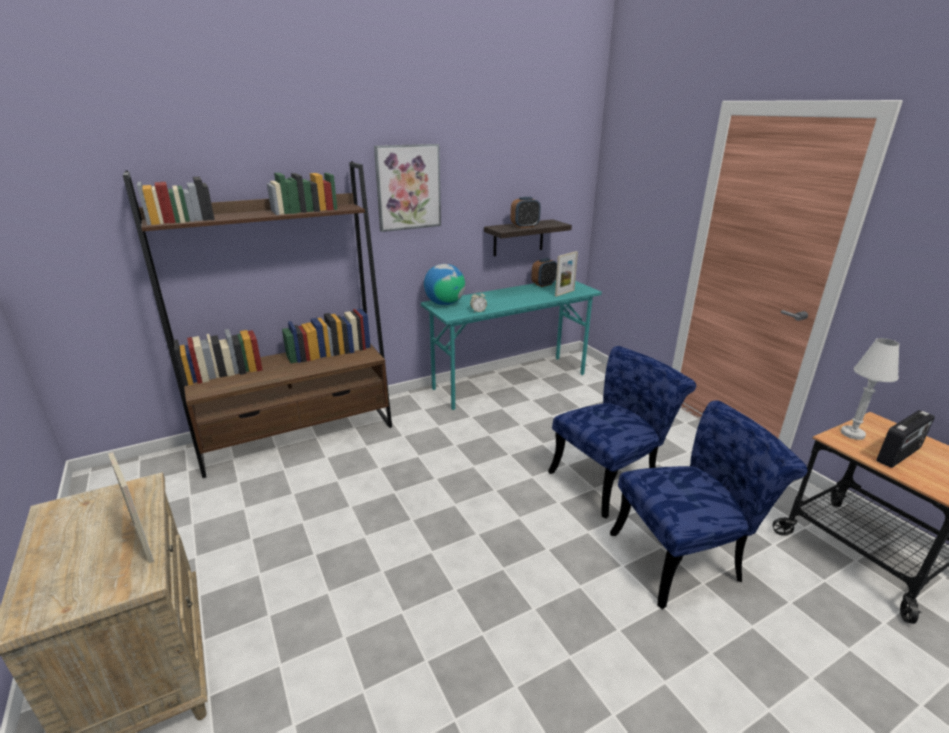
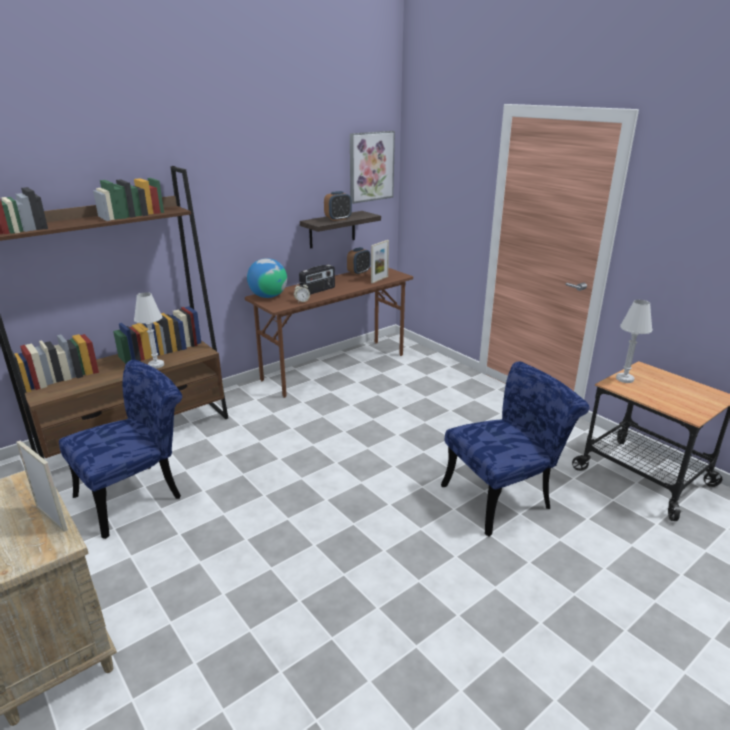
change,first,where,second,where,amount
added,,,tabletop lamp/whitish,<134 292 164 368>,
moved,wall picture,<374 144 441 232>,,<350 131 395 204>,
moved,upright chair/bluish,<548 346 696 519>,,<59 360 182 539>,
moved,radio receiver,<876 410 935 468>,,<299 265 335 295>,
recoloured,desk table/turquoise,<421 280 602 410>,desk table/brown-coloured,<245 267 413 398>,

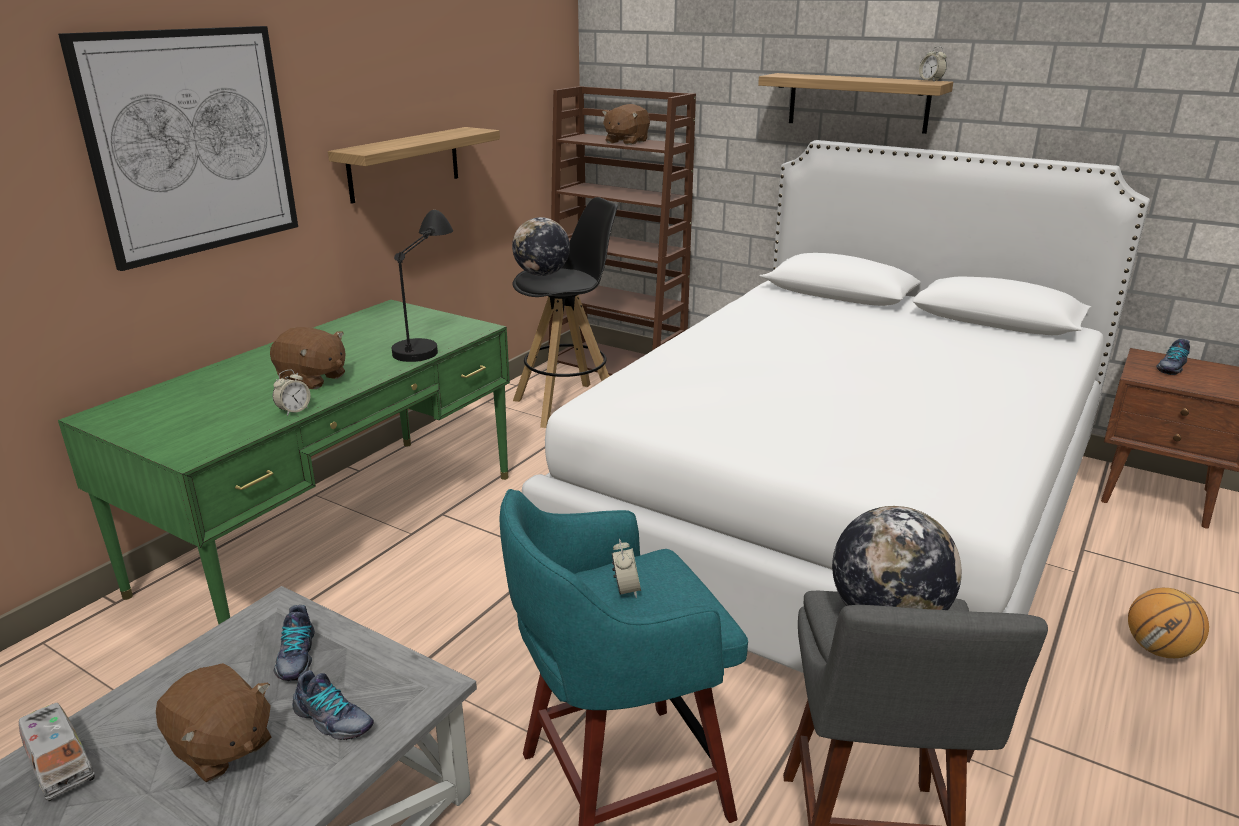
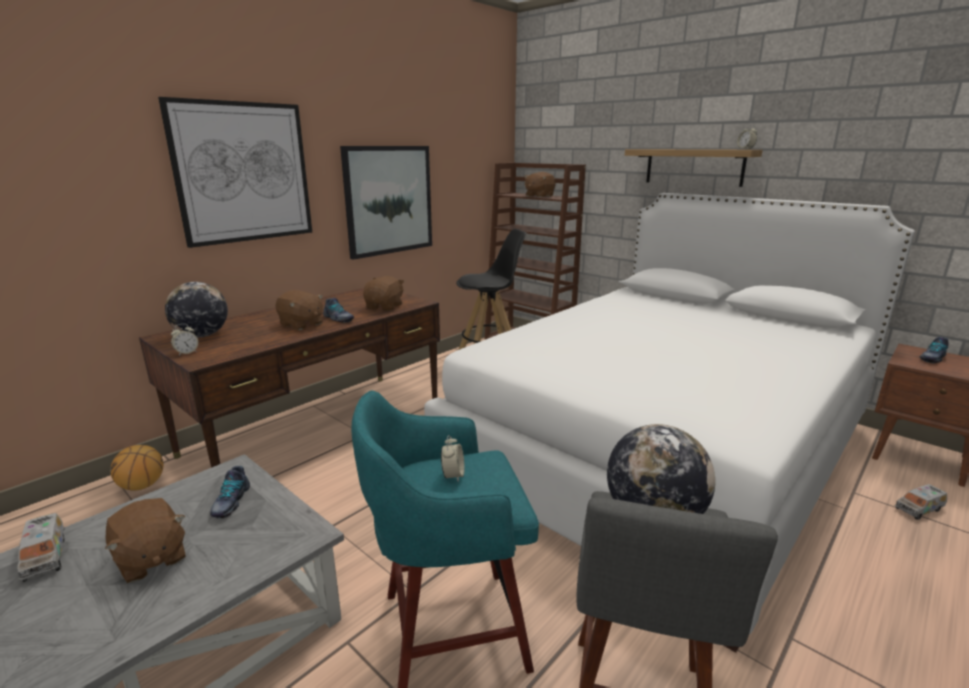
change,first,where,second,where,amount
added,,,model truck,<895 484 947 520>,
moved,bedside clock,<273 370 311 416>,,<171 324 198 356>,
moved,low shoe,<293 670 374 740>,,<323 298 354 322>,
moved,world globe,<512 217 570 276>,,<165 282 228 337>,
moved,ball for basketball,<1128 588 1209 658>,,<110 445 164 490>,
replaced,bracket shelf,<328 127 500 204>,wall picture,<340 146 432 260>,
replaced,tabletop lamp/black,<392 210 453 362>,plush toy/brown-coloured,<363 276 405 311>,
recoloured,desk table/green-coloured,<58 300 510 624>,desk table/brown-coloured,<139 288 440 468>,

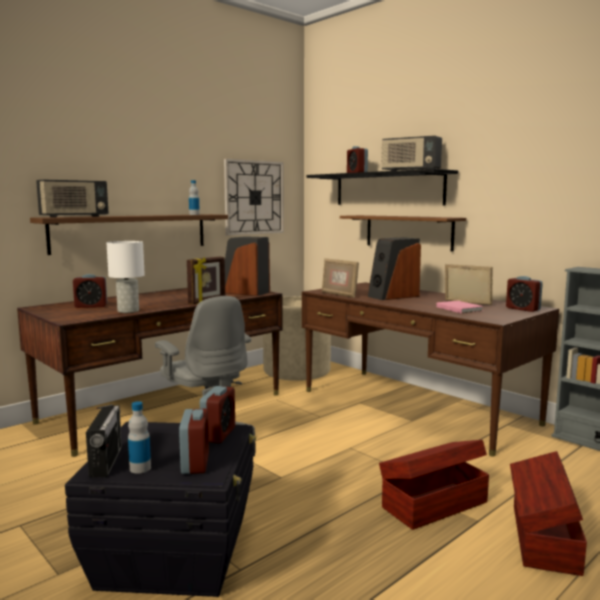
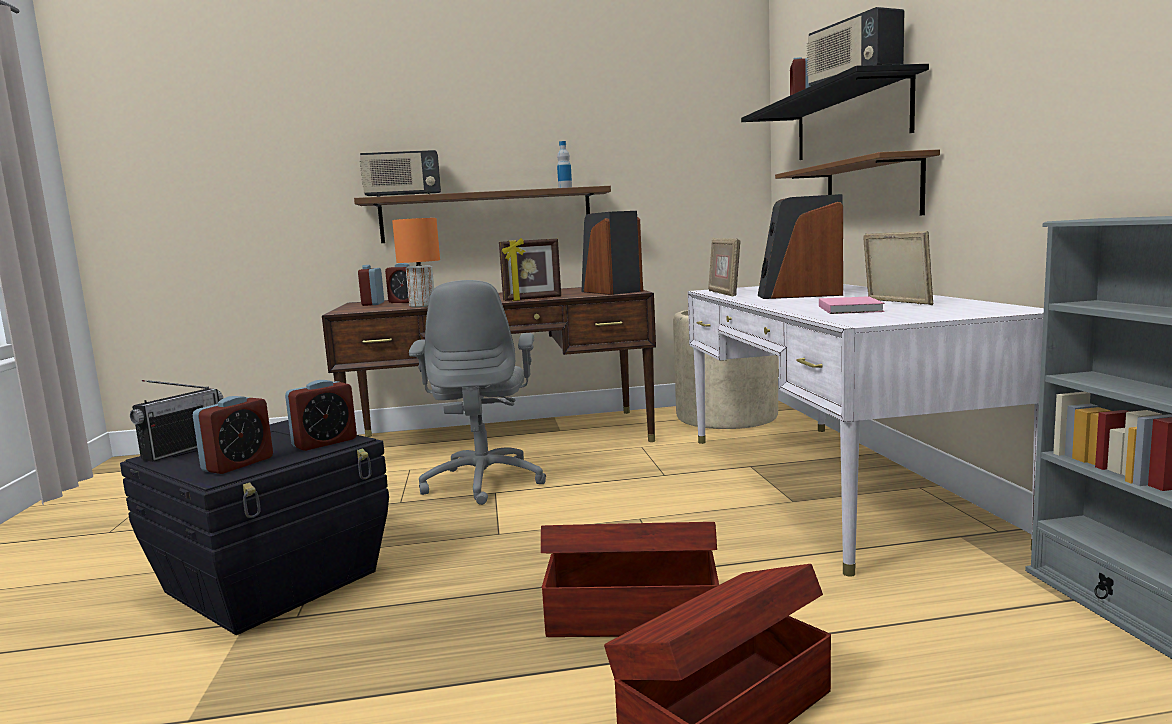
change,first,where,second,where,amount
removed,bottle,<128 401 151 474>,,,
removed,clock on the wall,<224 159 284 236>,,,
moved,bedside clock,<506 276 543 312>,,<358 265 384 306>,
recoloured,tabletop lamp/whitish,<106 241 145 313>,tabletop lamp/orangey,<392 218 440 307>,
recoloured,desk table/brown-coloured,<302 282 559 456>,desk table/whitish,<688 284 1044 577>,

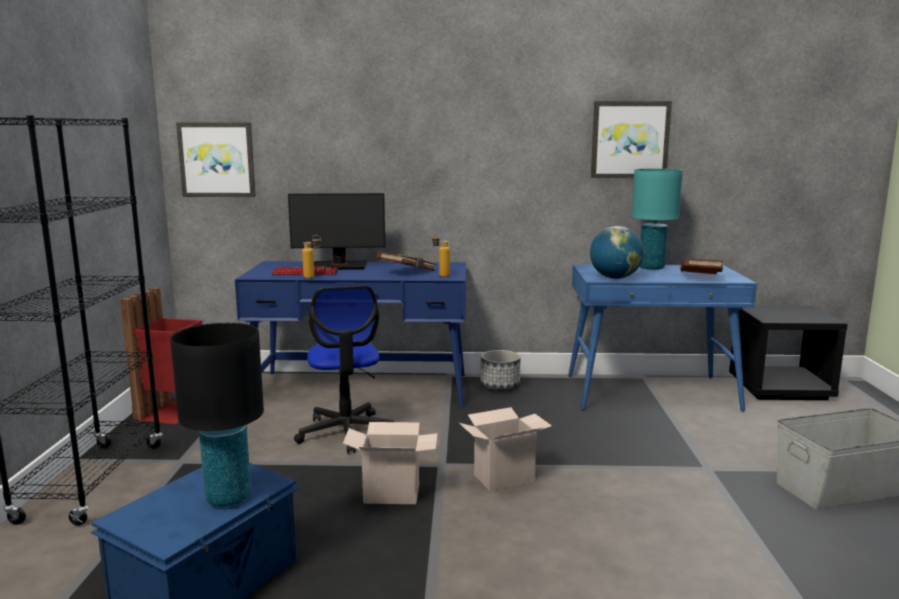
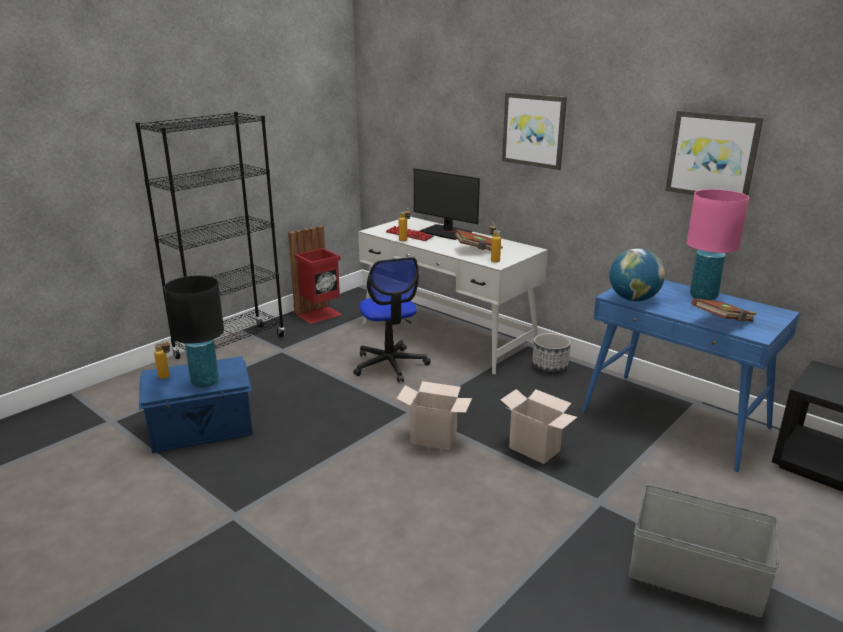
change,first,where,second,where,amount
added,,,bottle,<154 340 170 379>,
moved,wall picture,<176 122 256 197>,,<502 92 567 170>,
moved,carton,<343 422 437 504>,,<500 389 577 464>,
recoloured,desk table/bluish,<235 261 466 407>,desk table/whitish,<358 217 548 374>,
recoloured,tabletop lamp/turquoise,<632 168 683 270>,tabletop lamp/pinkish,<687 189 749 300>,
turned,computer chair,<294 285 394 454>,,<353 257 431 383>,45 degrees counterclockwise

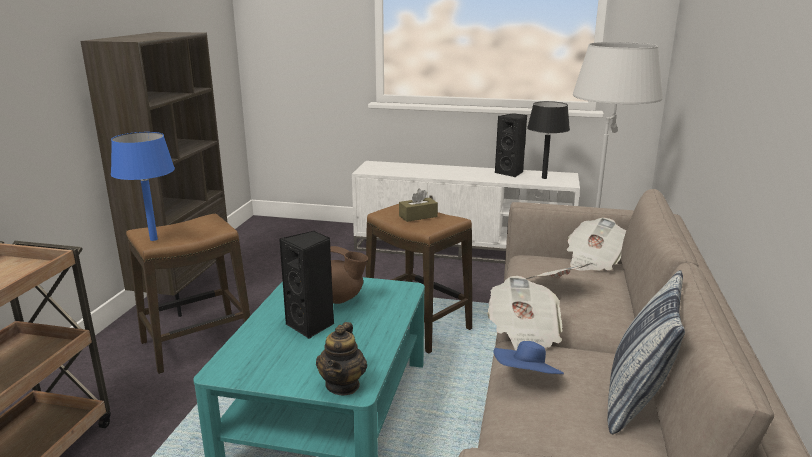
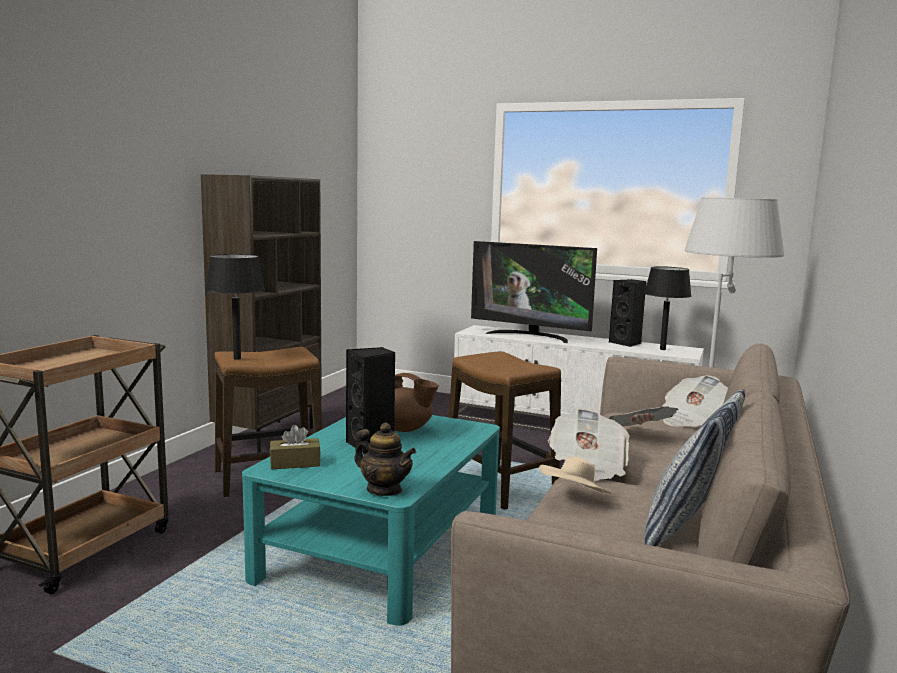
change,first,where,second,where,amount
added,,,TV,<471 241 597 343>,
moved,tissue holder/brown-coloured,<399 189 438 222>,,<270 425 321 470>,
recoloured,tabletop lamp/bluish,<111 132 175 241>,tabletop lamp/black,<205 254 265 360>,
recoloured,clothing hat/bluish,<493 341 564 374>,clothing hat/beige,<539 456 613 496>,
turned,pot for tea,<316 322 367 395>,,<354 423 416 496>,75 degrees counterclockwise

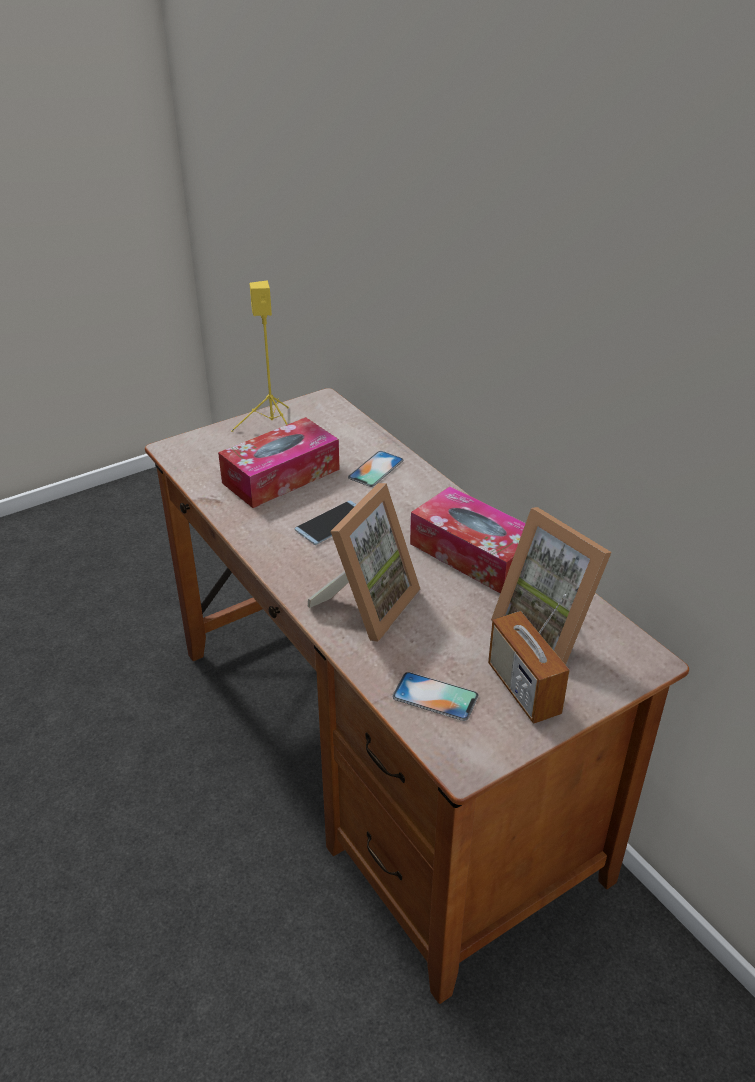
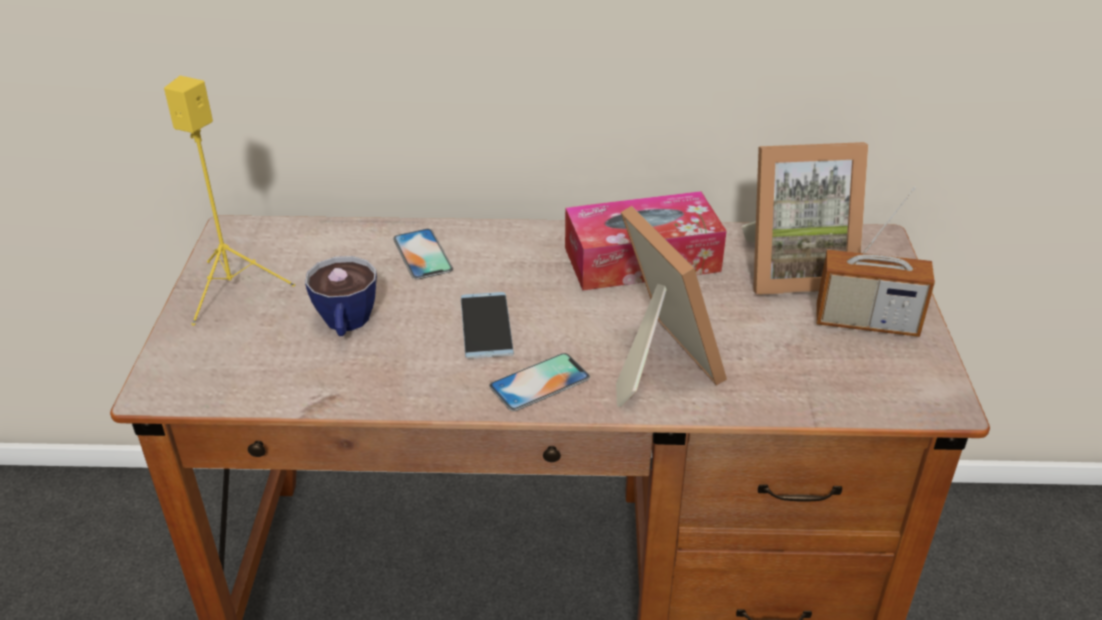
change,first,where,second,where,amount
moved,handset,<392 672 478 721>,,<489 353 590 411>,
replaced,tissue holder,<218 417 340 508>,small cup,<305 256 377 336>,

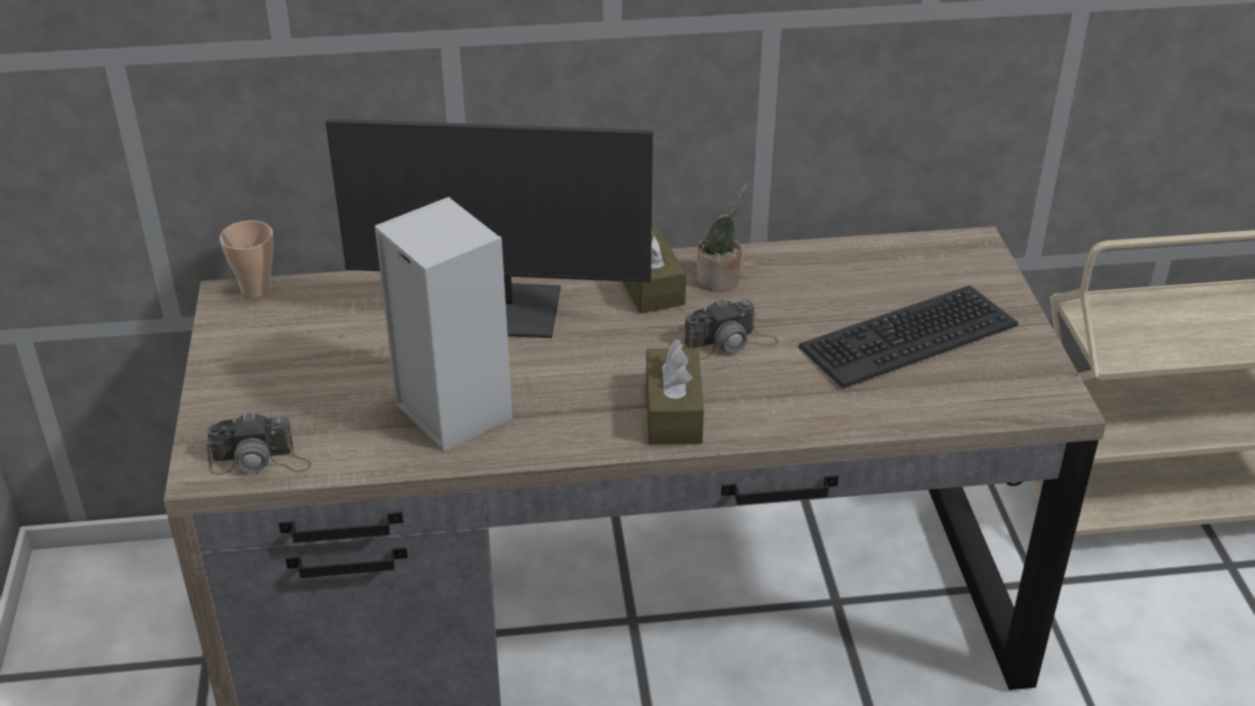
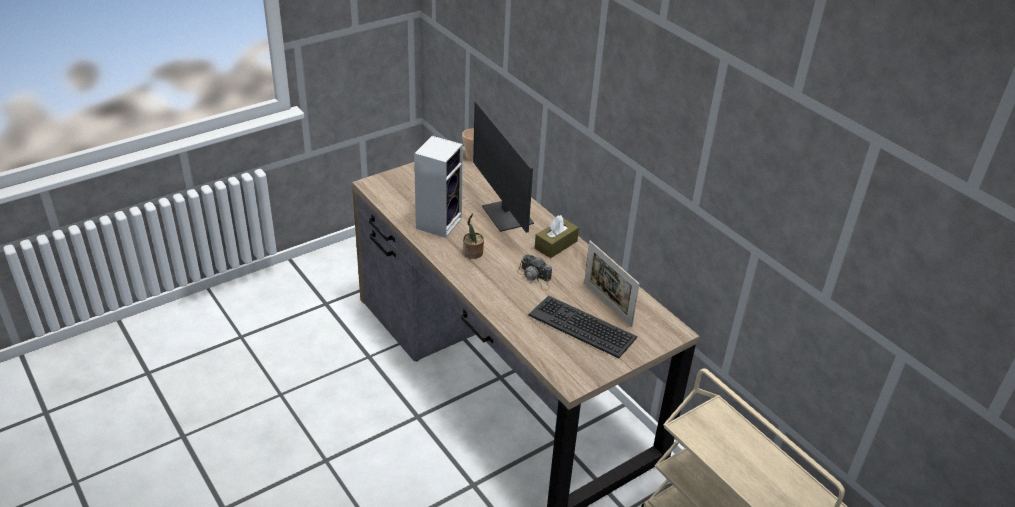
change,first,where,second,where,amount
removed,photo camera,<206 412 312 475>,,,
removed,tissue holder/brown-coloured,<646 339 704 444>,,,
added,,,photo frame,<584 241 640 327>,
moved,plant in a pot,<696 184 747 292>,,<463 213 484 259>,

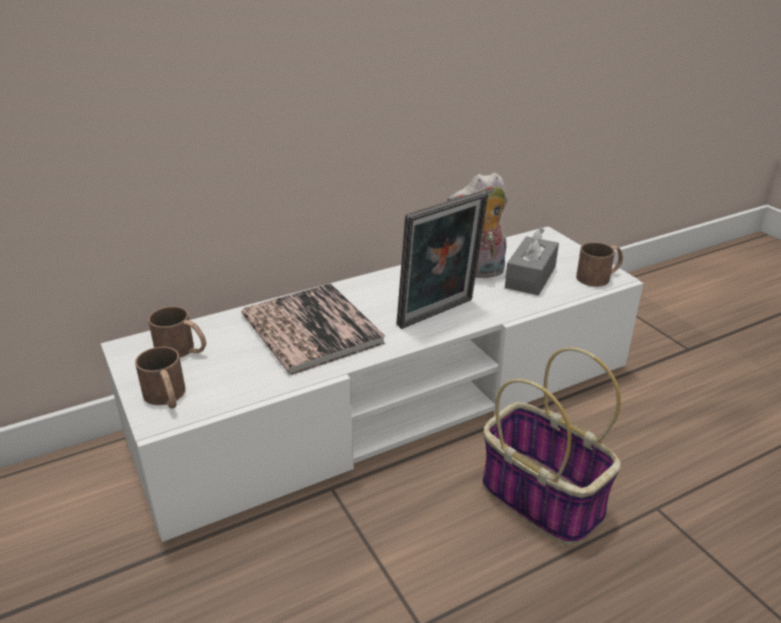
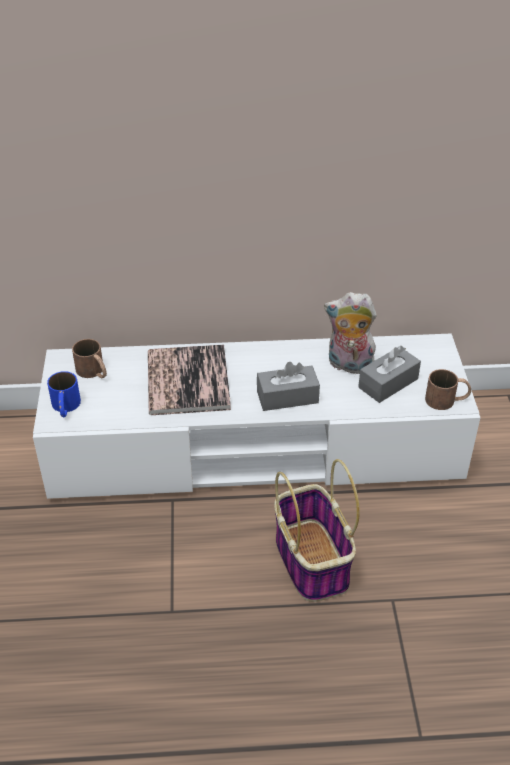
change,first,where,second,where,amount
replaced,photo frame,<397 191 488 329>,tissue holder/greyish,<257 362 320 411>,
recoloured,coffee mug/brown-coloured,<135 347 185 409>,coffee mug/bluish,<47 371 81 417>,

